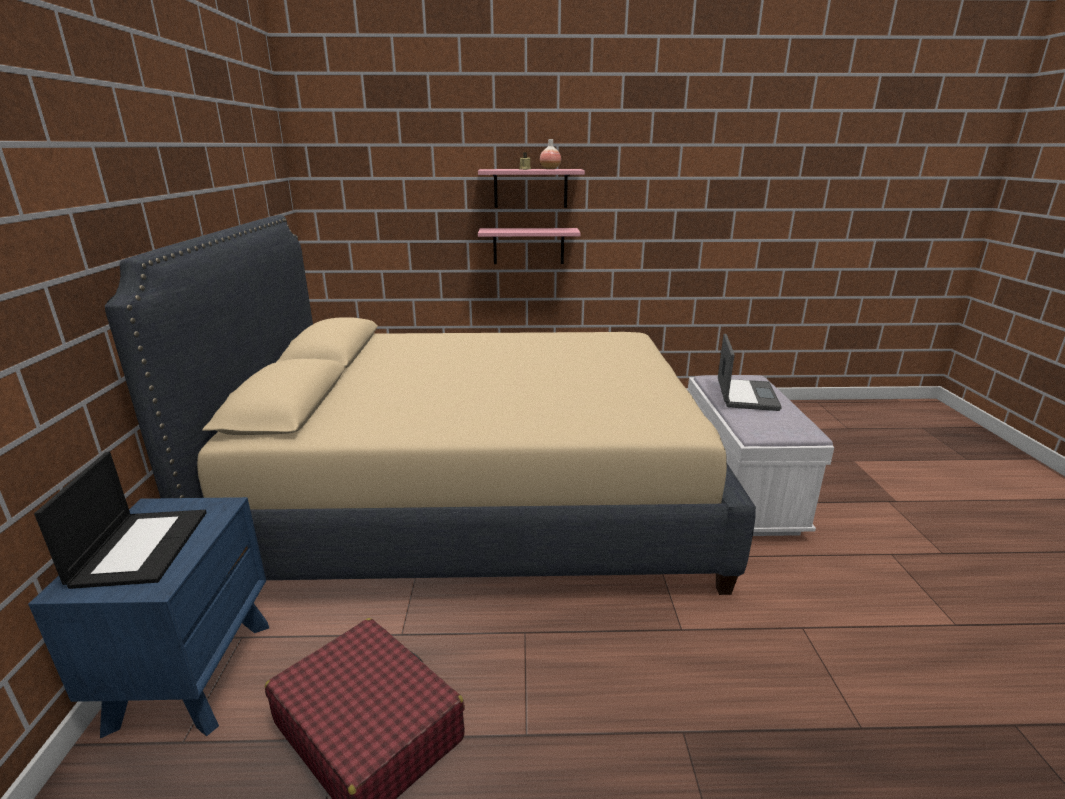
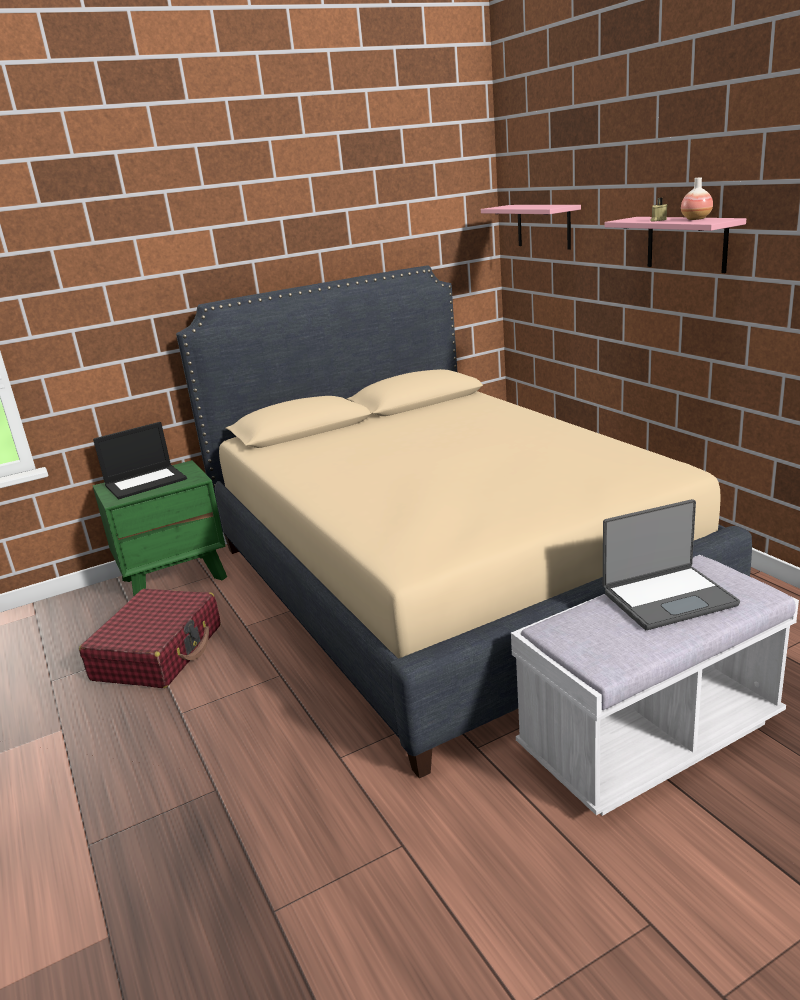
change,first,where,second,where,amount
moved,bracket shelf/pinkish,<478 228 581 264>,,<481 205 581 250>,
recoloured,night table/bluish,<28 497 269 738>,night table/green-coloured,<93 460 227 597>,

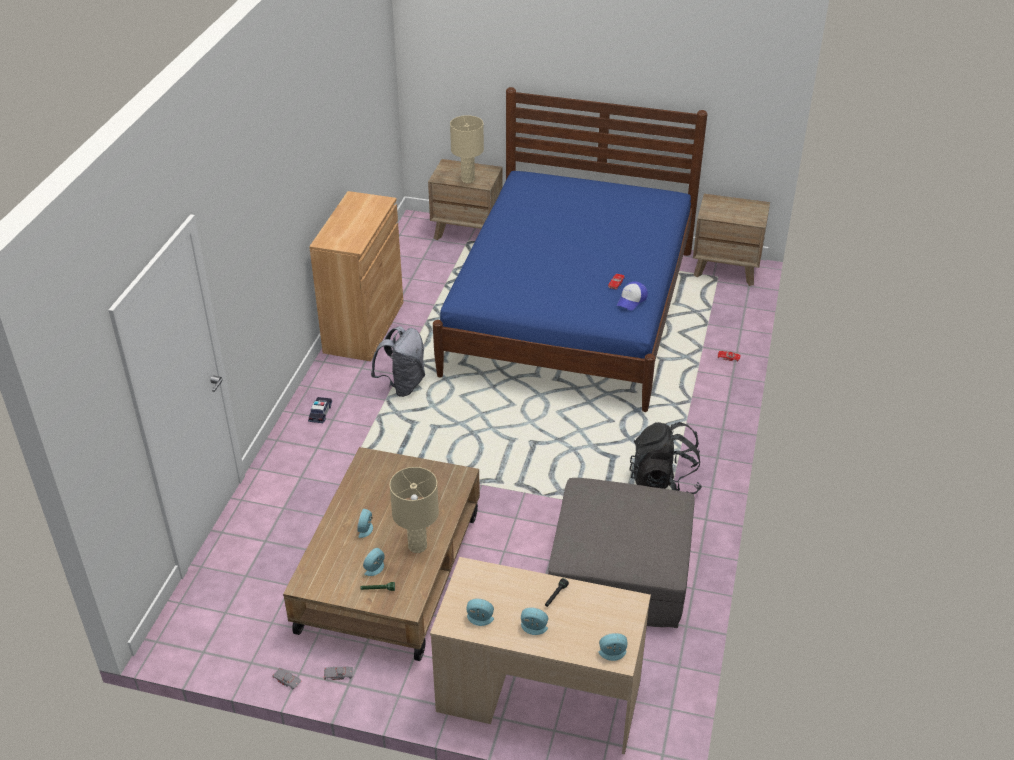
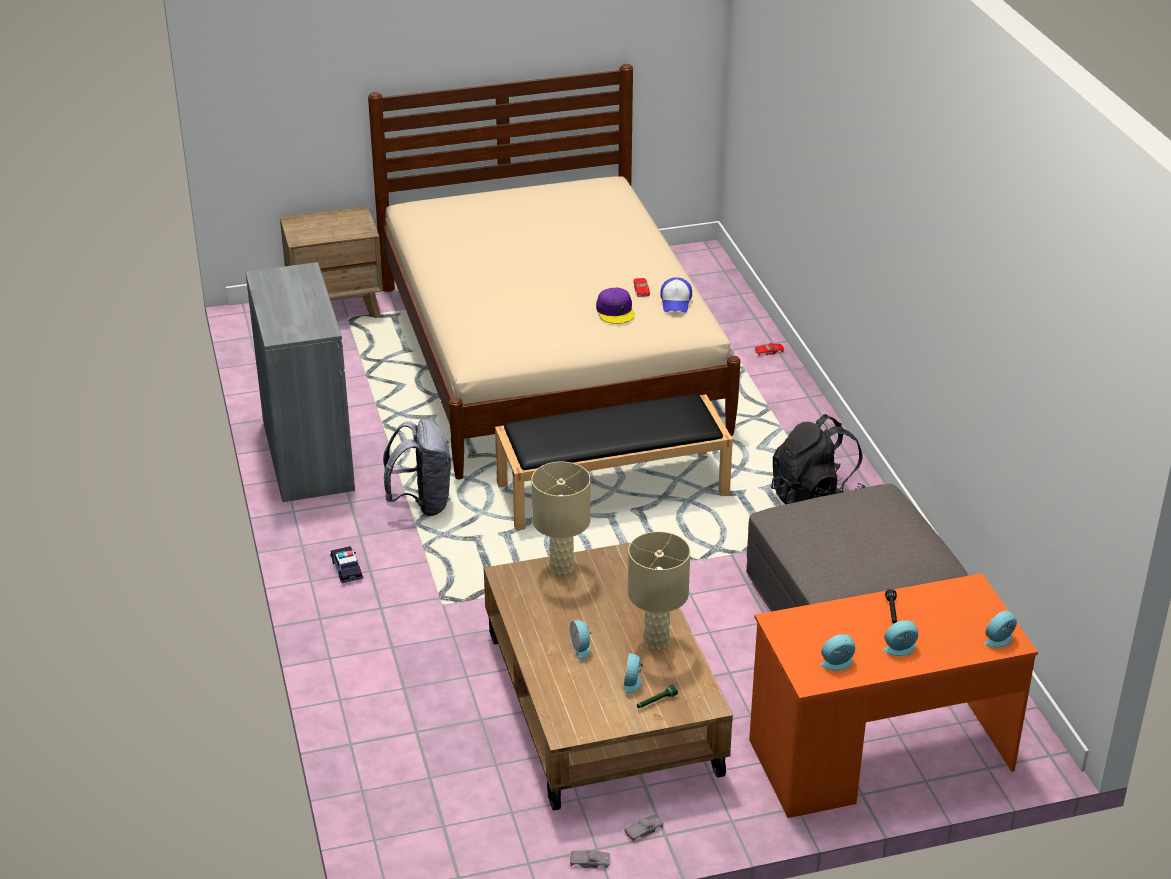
change,first,where,second,where,amount
removed,night table/brown-coloured,<693 194 770 286>,,,
added,,,bench/black,<495 394 733 531>,
added,,,peaked cap/purple-coloured,<596 288 635 324>,
moved,tabletop lamp/beige,<450 115 484 183>,,<531 462 590 575>,
recoloured,cabinet/brown-coloured,<309 191 403 361>,cabinet/greyish,<246 262 355 502>,
recoloured,desk table/beige,<430 557 651 754>,desk table/orangey,<749 573 1038 818>,
recoloured,bed/bluish,<433 87 707 412>,bed/beige,<368 64 741 479>,

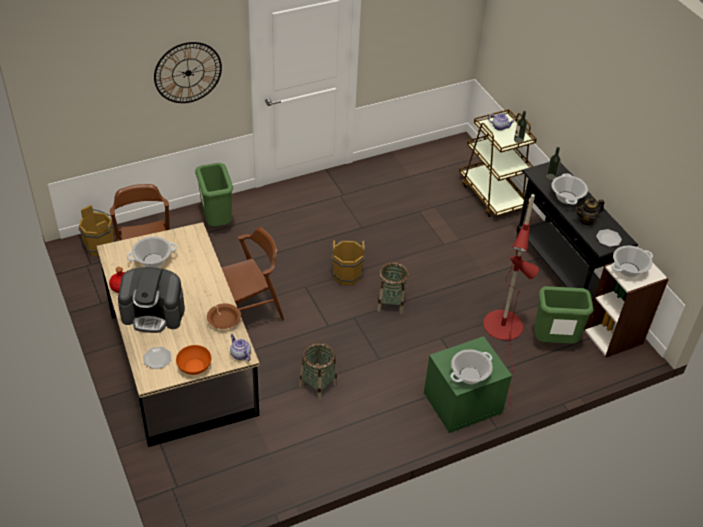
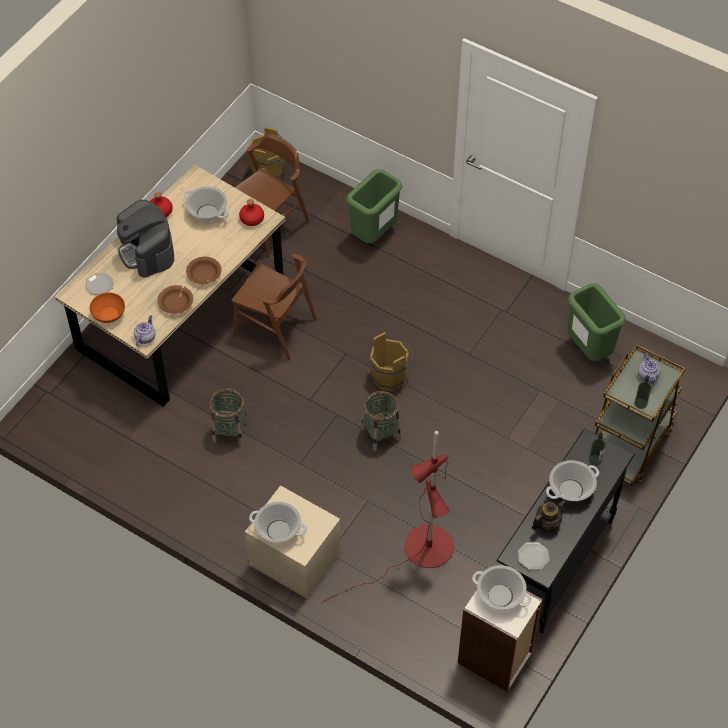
change,first,where,second,where,amount
removed,clock on the wall,<154 42 222 103>,,,
added,,,bowl/brown-coloured,<186 257 221 284>,
added,,,bottle/reddish,<239 199 264 226>,
moved,rubbish bin/green-coloured,<534 286 593 344>,,<568 284 626 361>,
recoloured,night table/green-coloured,<424 336 512 433>,night table/beige,<245 485 341 599>,
turned,pot for tea,<576 198 605 226>,,<532 500 567 532>,105 degrees clockwise

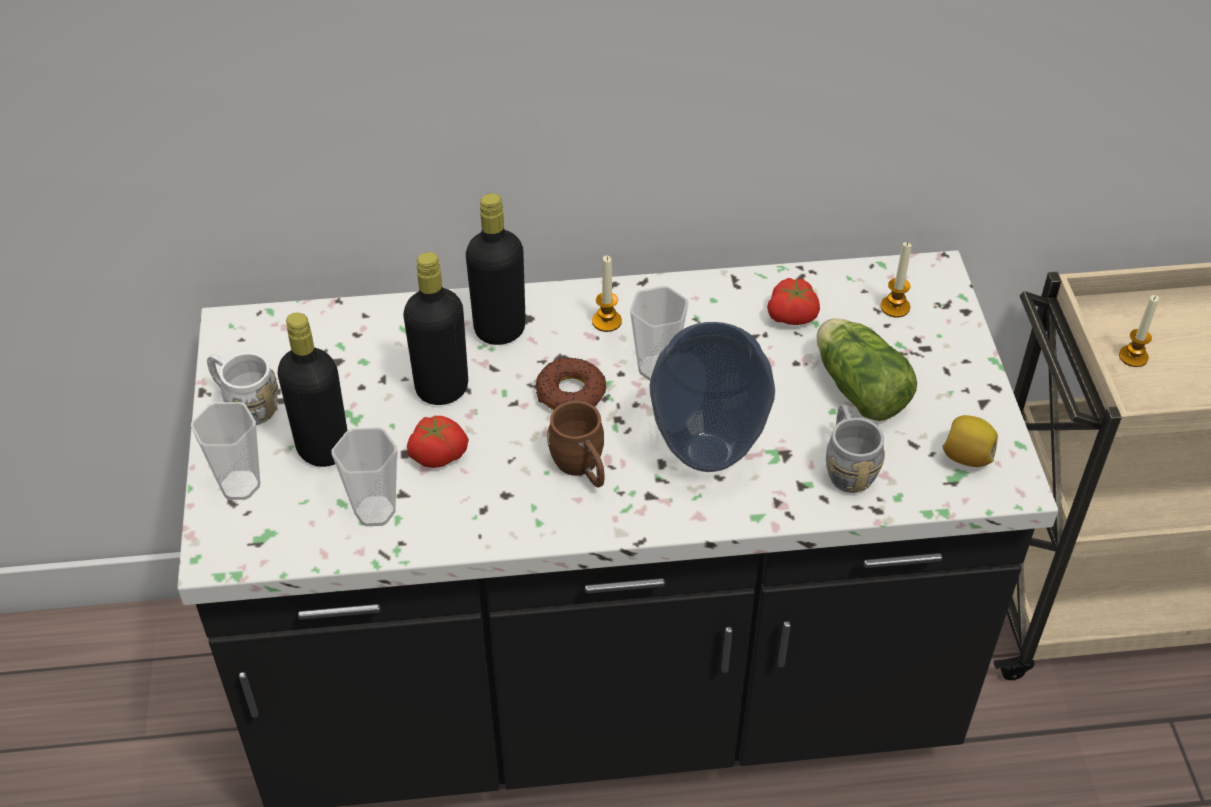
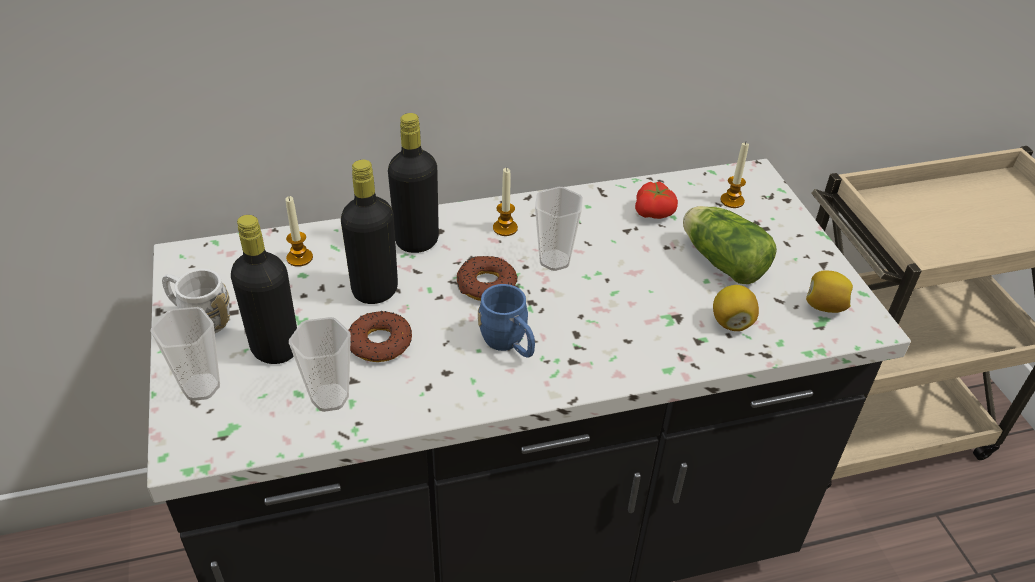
change,first,where,second,where,amount
removed,flower vase,<649 322 775 472>,,,
moved,candle,<1119 295 1159 367>,,<286 196 313 267>,
replaced,fresh tomato,<407 416 469 468>,doughnut,<349 311 412 362>,
replaced,coffee mug/greyish,<826 405 885 493>,whole lemon,<713 285 759 331>,
recoloured,coffee mug/brown-coloured,<547 401 604 488>,coffee mug/bluish,<478 284 535 357>,

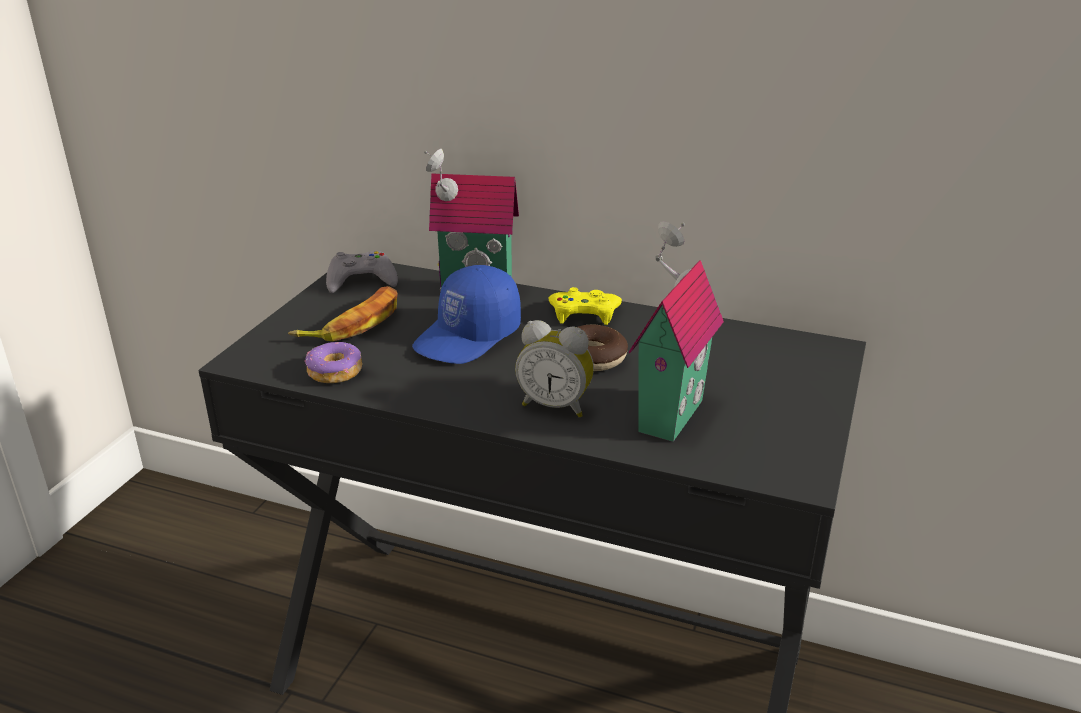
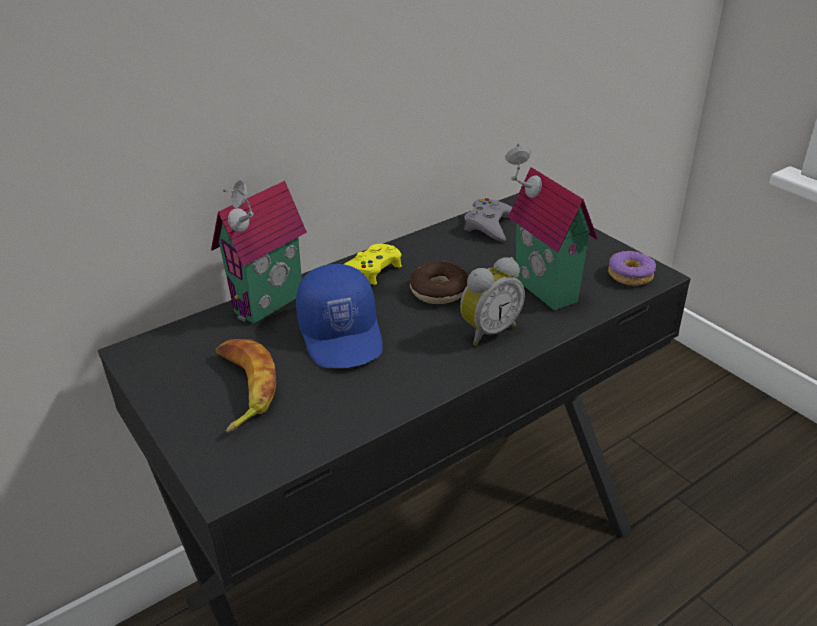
change,first,where,second,where,amount
moved,doughnut,<304 342 362 383>,,<608 251 656 286>,
moved,game controller/greyish,<326 251 398 293>,,<464 198 512 242>,

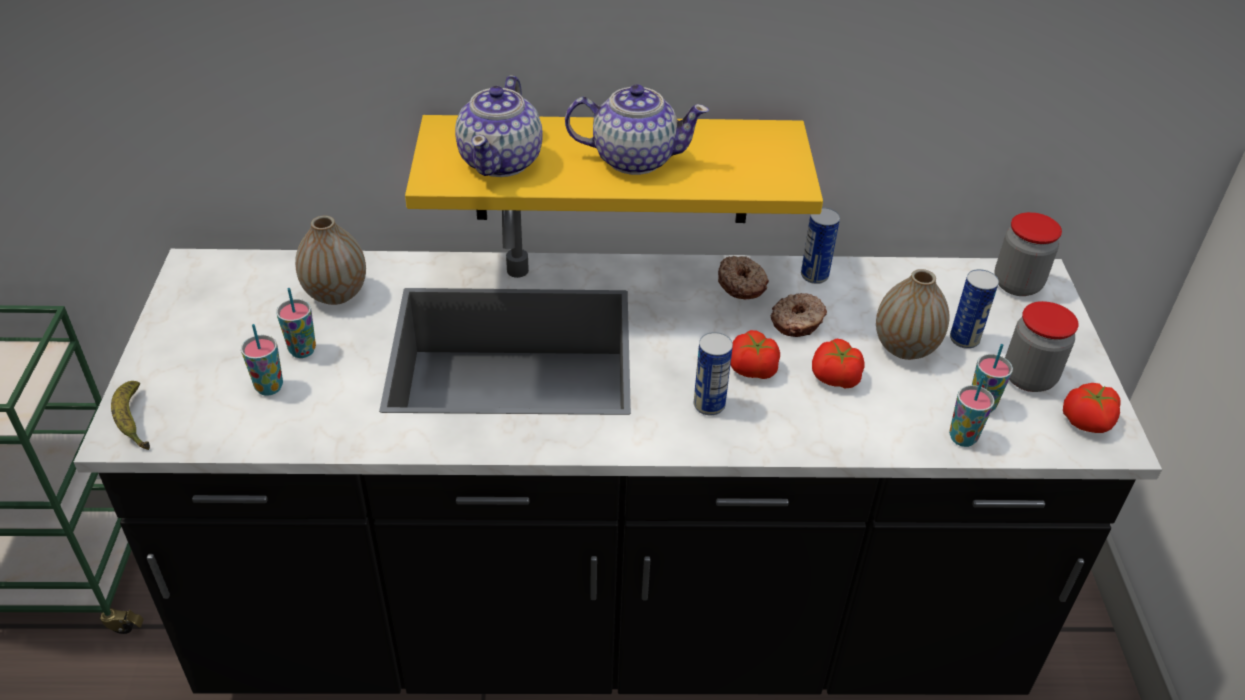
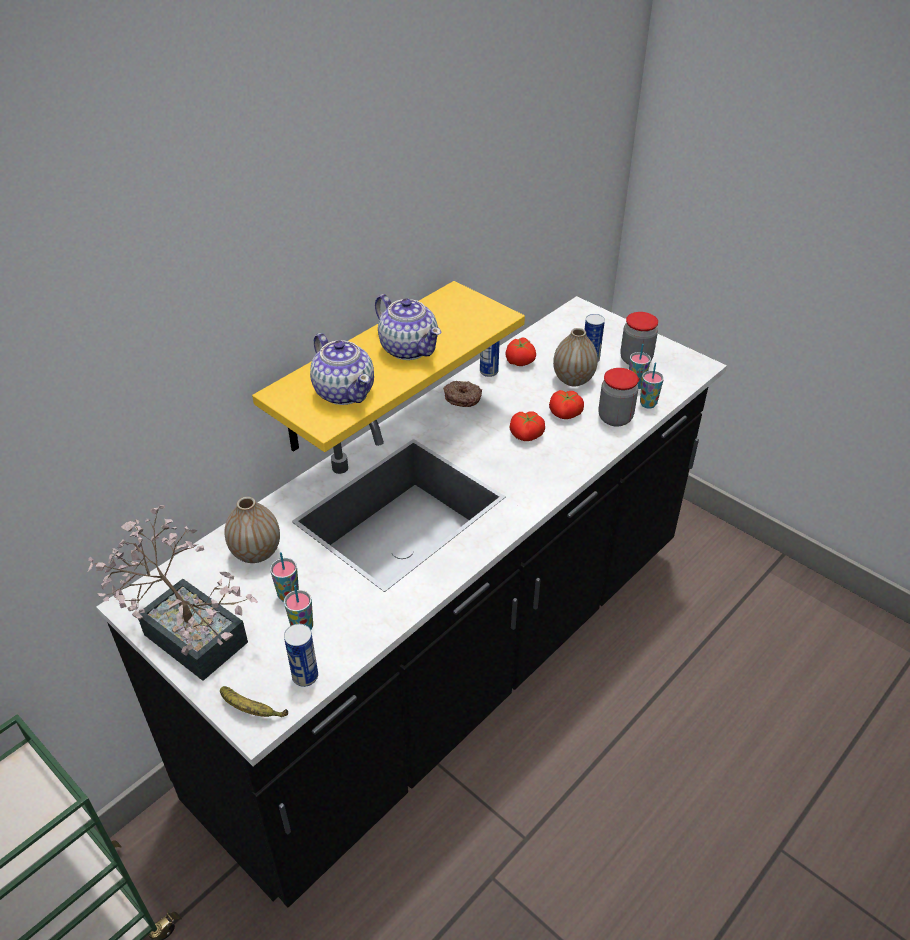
change,first,where,second,where,amount
removed,doughnut,<771 293 827 337>,,,
added,,,plant in a pot,<87 505 258 681>,
moved,metal can,<693 332 733 415>,,<284 624 318 687>,
moved,storage jar,<994 212 1062 296>,,<598 368 639 426>,
moved,fresh tomato,<1063 383 1121 433>,,<505 337 536 366>,
turned,pot for tea,<565 84 709 175>,,<375 294 441 360>,90 degrees clockwise

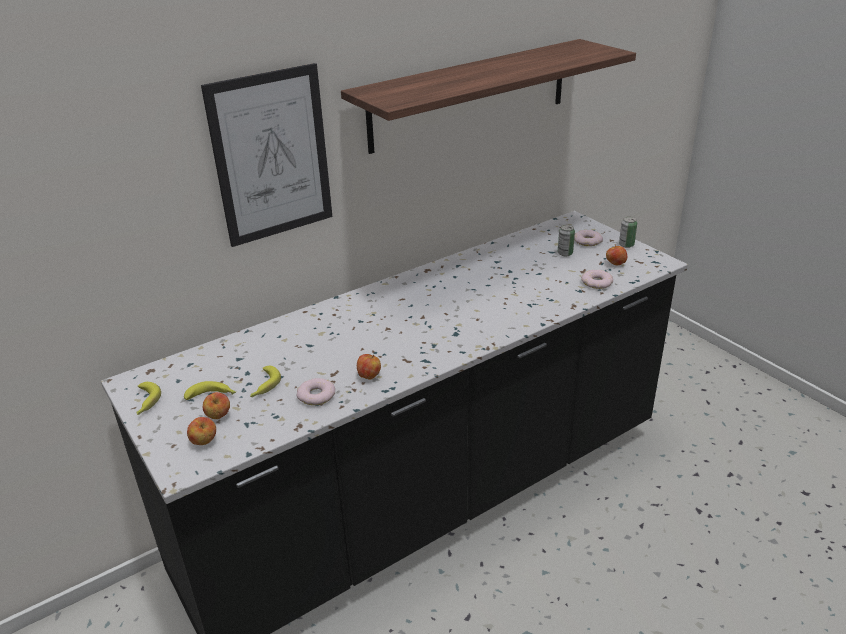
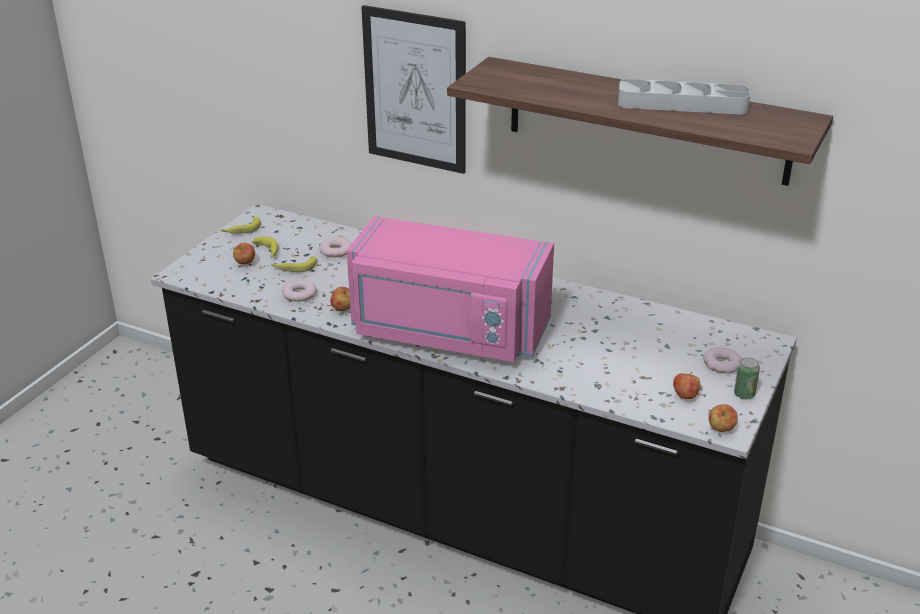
change,first,where,second,where,amount
removed,metal can,<558 225 575 256>,,,
added,,,microwave oven/pinkish,<347 216 554 362>,
added,,,tray/greyish,<618 79 750 115>,
moved,apple fruit,<187 417 216 445>,,<709 404 738 432>,
moved,doughnut,<581 270 613 289>,,<319 237 352 257>,

